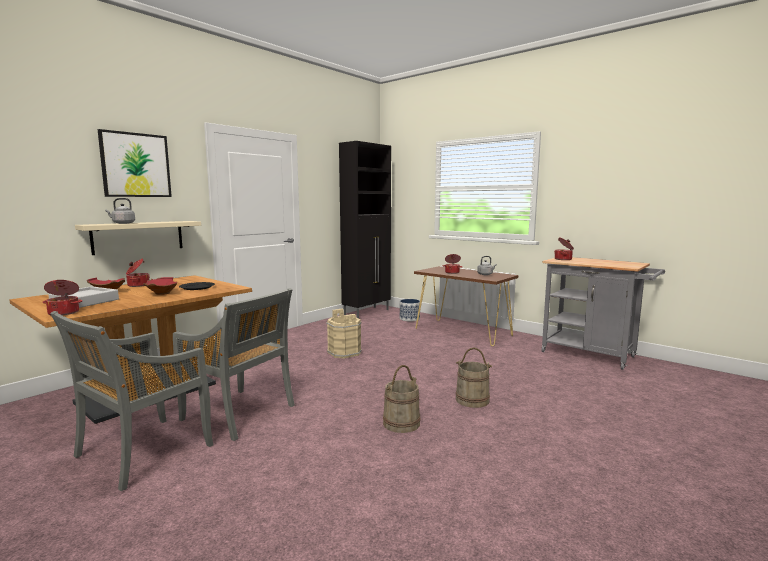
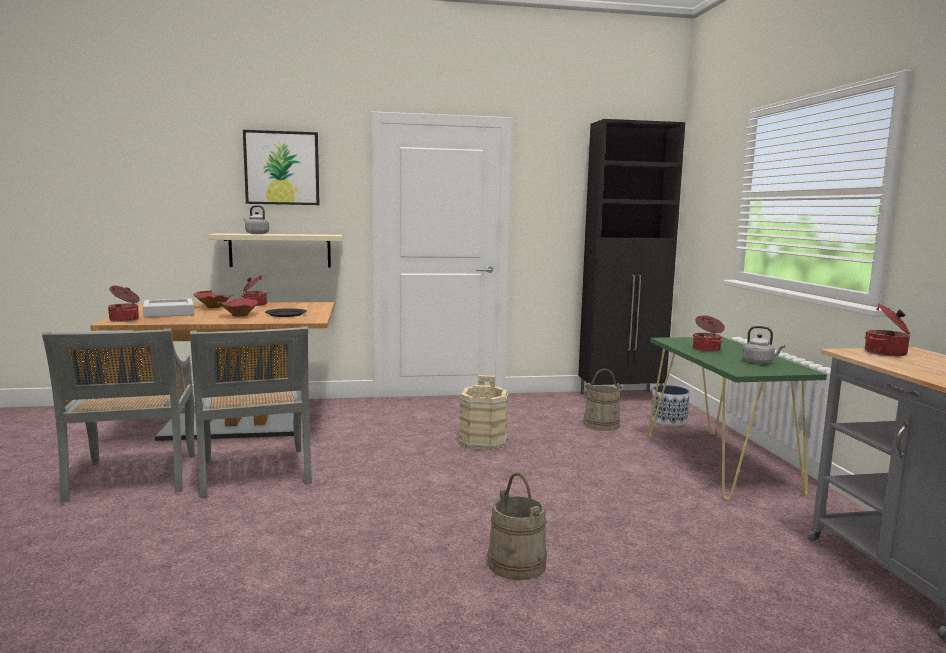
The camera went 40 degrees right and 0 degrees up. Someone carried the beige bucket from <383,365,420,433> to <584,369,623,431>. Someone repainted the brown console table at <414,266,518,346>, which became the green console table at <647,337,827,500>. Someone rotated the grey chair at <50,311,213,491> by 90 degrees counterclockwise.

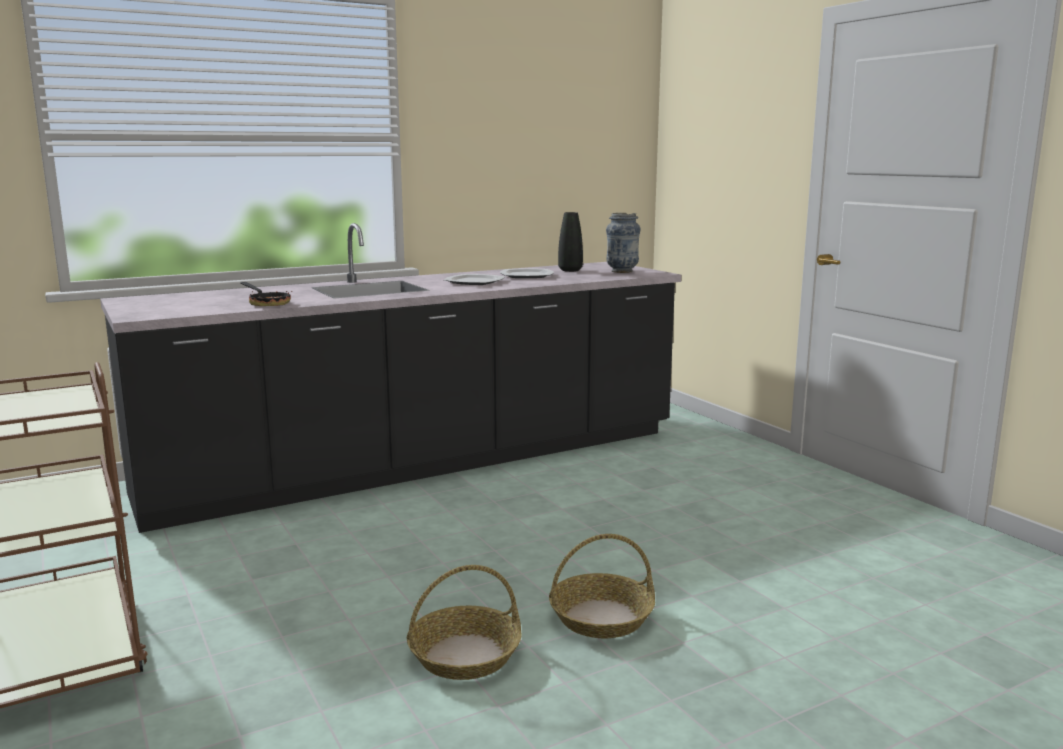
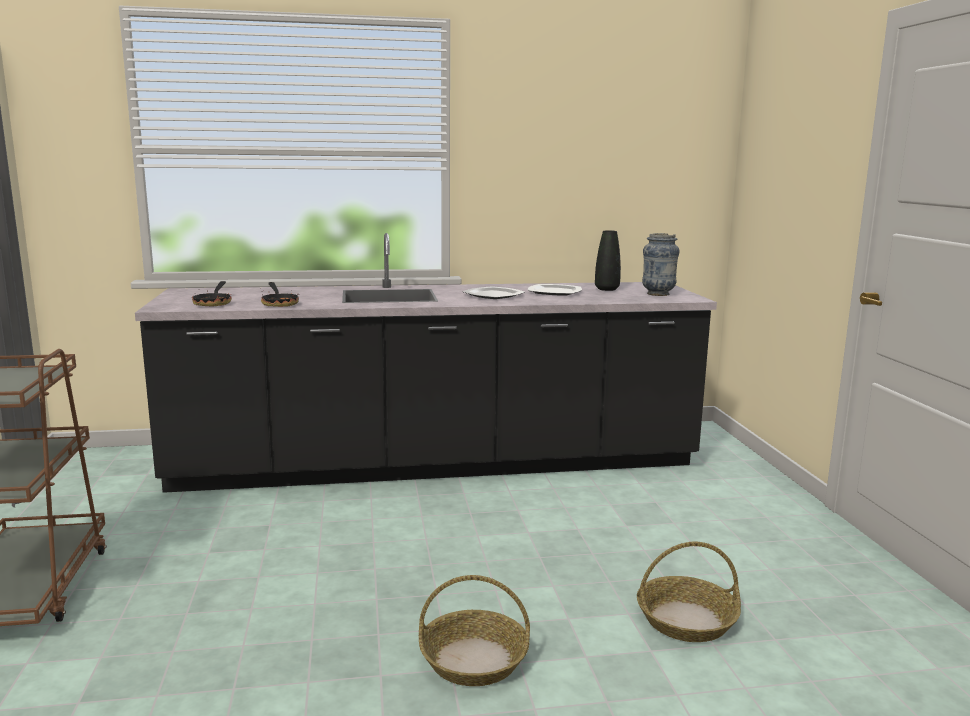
The camera went 20 degrees right and 0 degrees up. Someone put down the frying pan at <192,281,232,306>. Someone carried the basket from <407,565,522,680> to <637,542,741,642>.

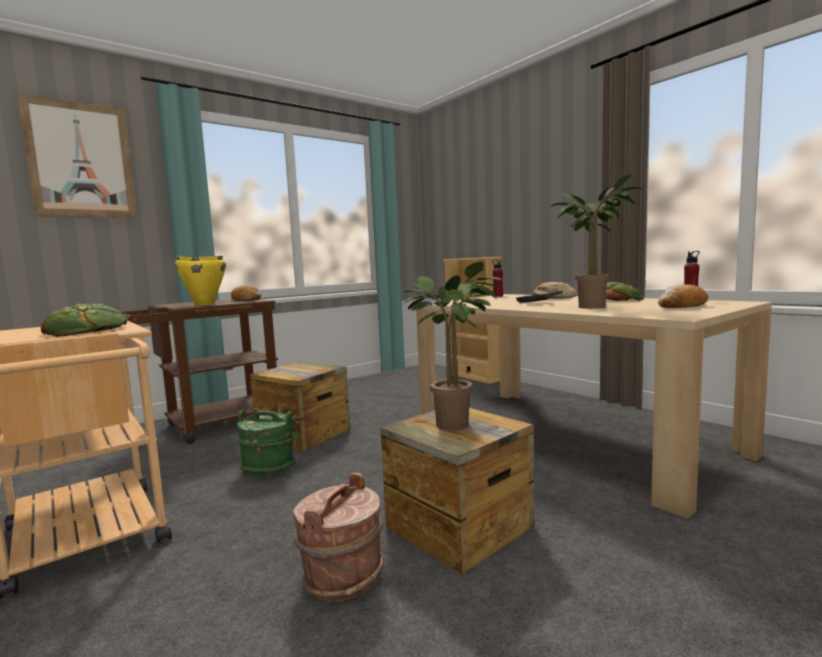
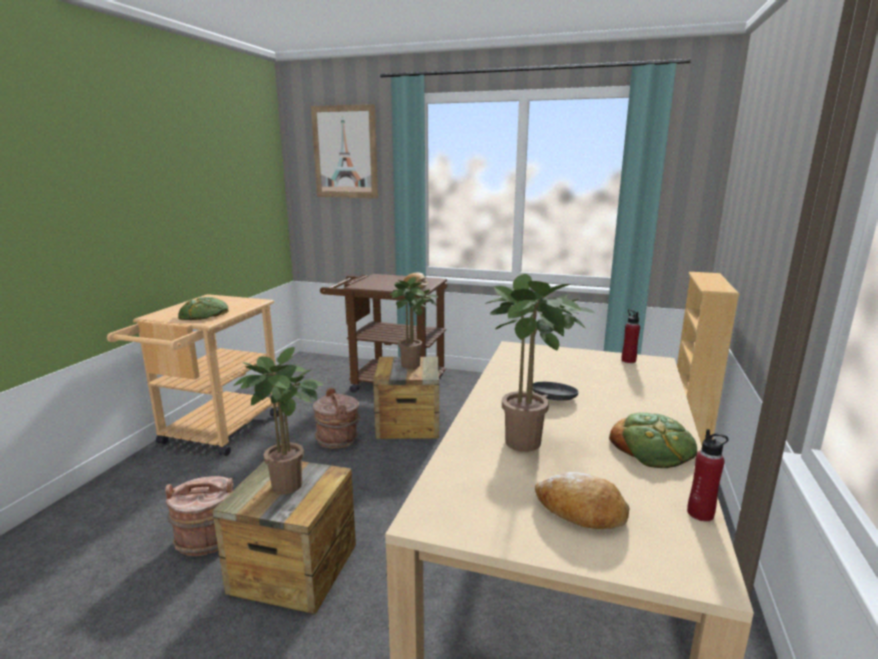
The camera went 55 degrees right and 10 degrees up. Someone took away the yellow cooking pot at <175,256,226,305>. Someone took away the bread at <533,282,577,298>. Someone put down the potted plant at <391,277,438,369>. Someone repainted the green bucket at <237,410,297,477>, which became the brown bucket at <313,388,360,449>.

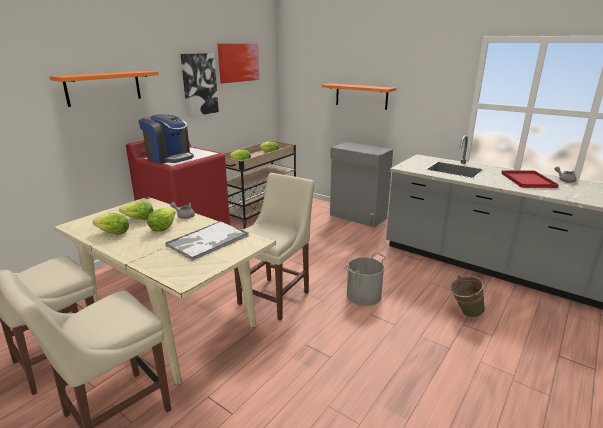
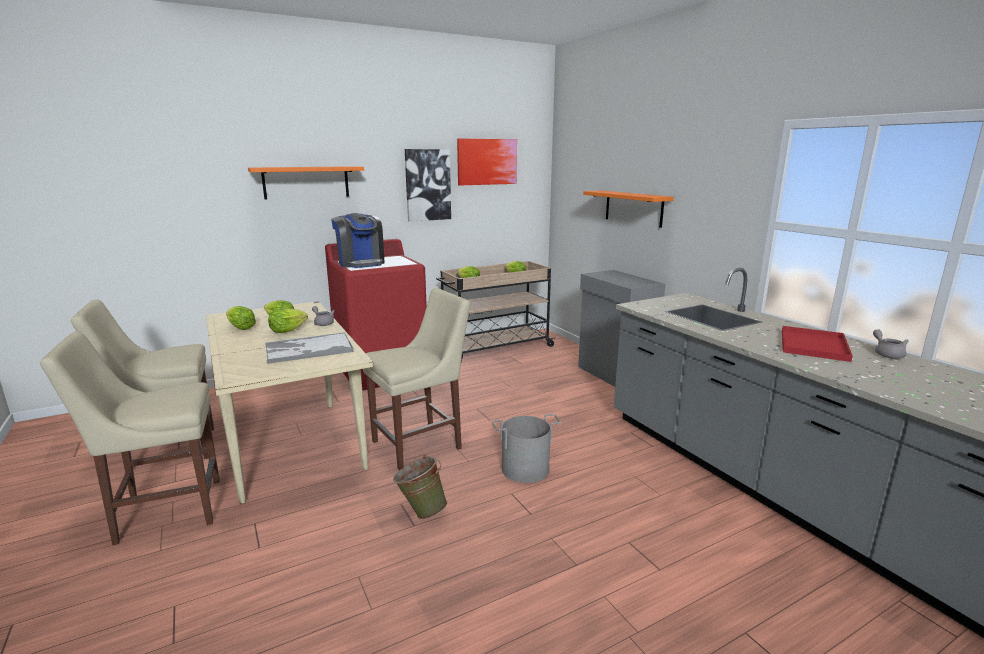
The camera went 25 degrees right and 5 degrees down. Someone carried the green bucket from <450,276,487,317> to <393,454,447,519>.

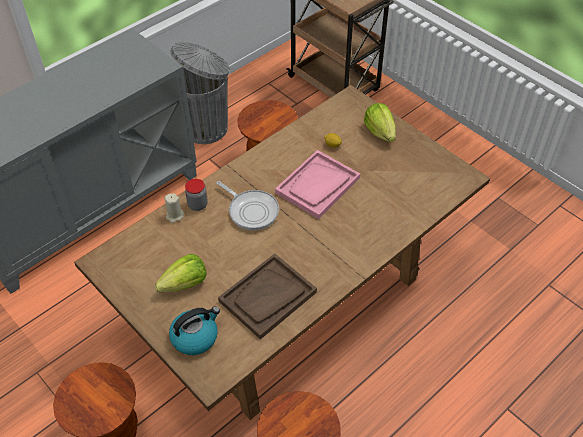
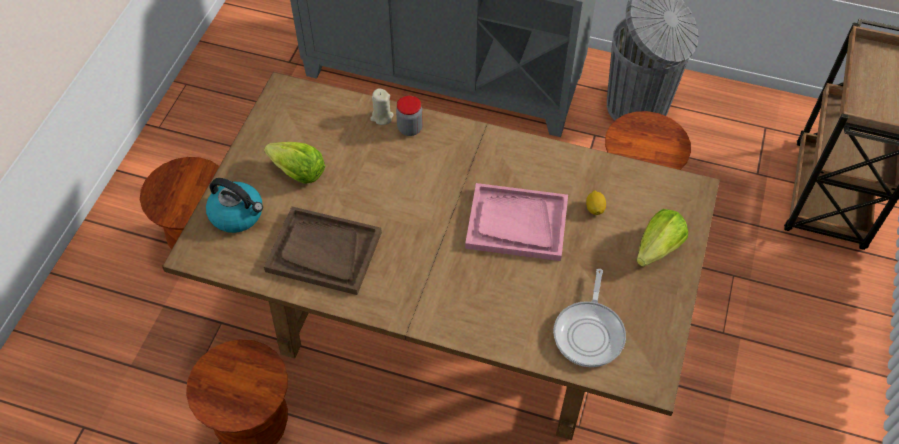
The camera went 60 degrees right and 5 degrees up. Someone carried the frying pan from <216,181,279,231> to <553,269,626,367>.

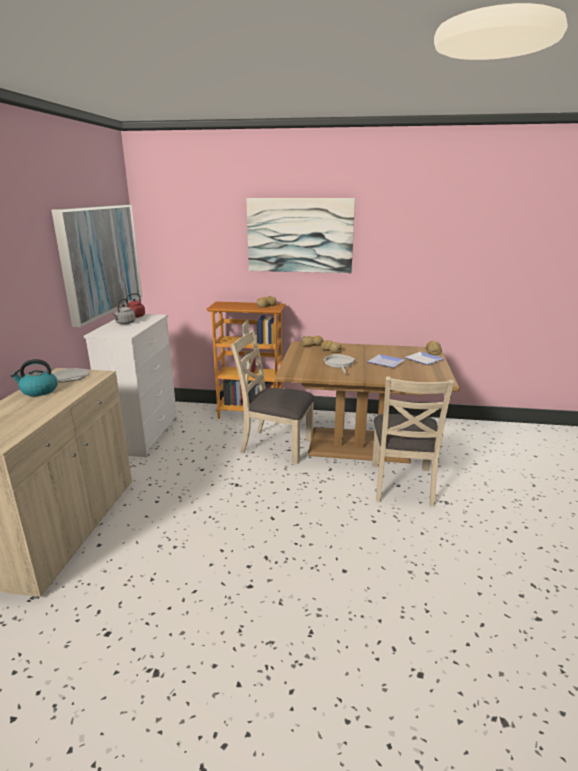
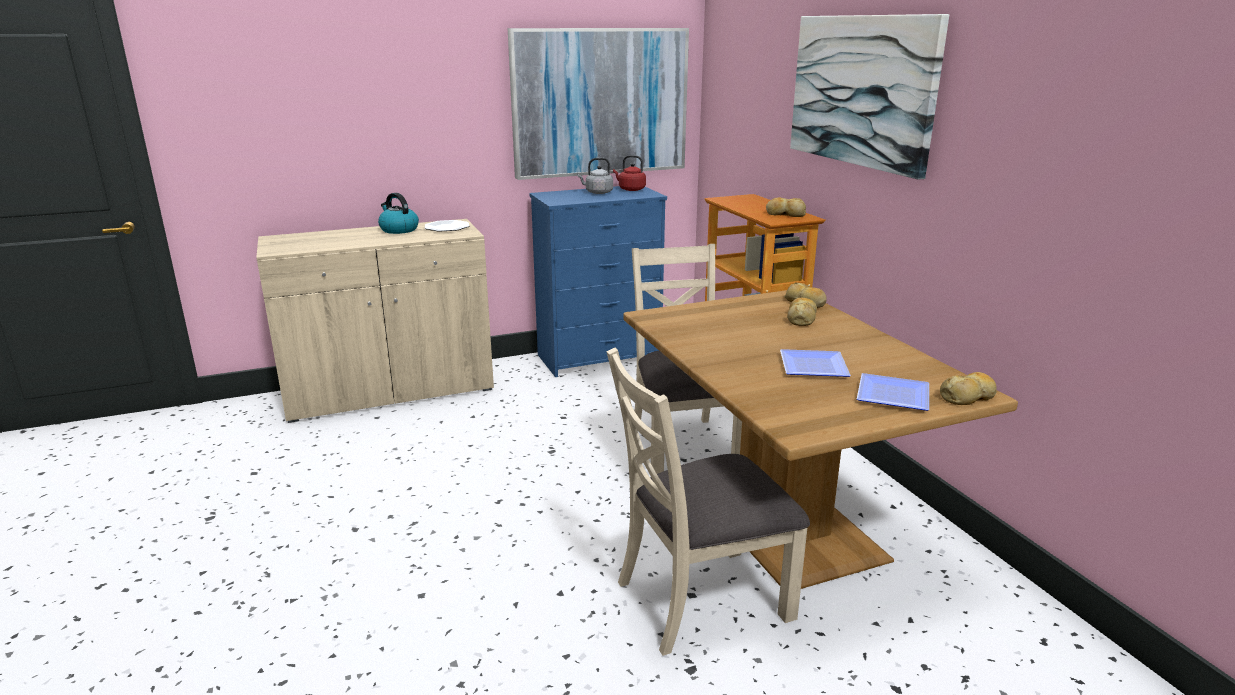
The camera went 60 degrees right and 0 degrees up. Someone took away the frying pan at <324,354,355,373>. Someone repainted the white dresser at <84,314,177,457>, which became the blue dresser at <529,186,667,377>.

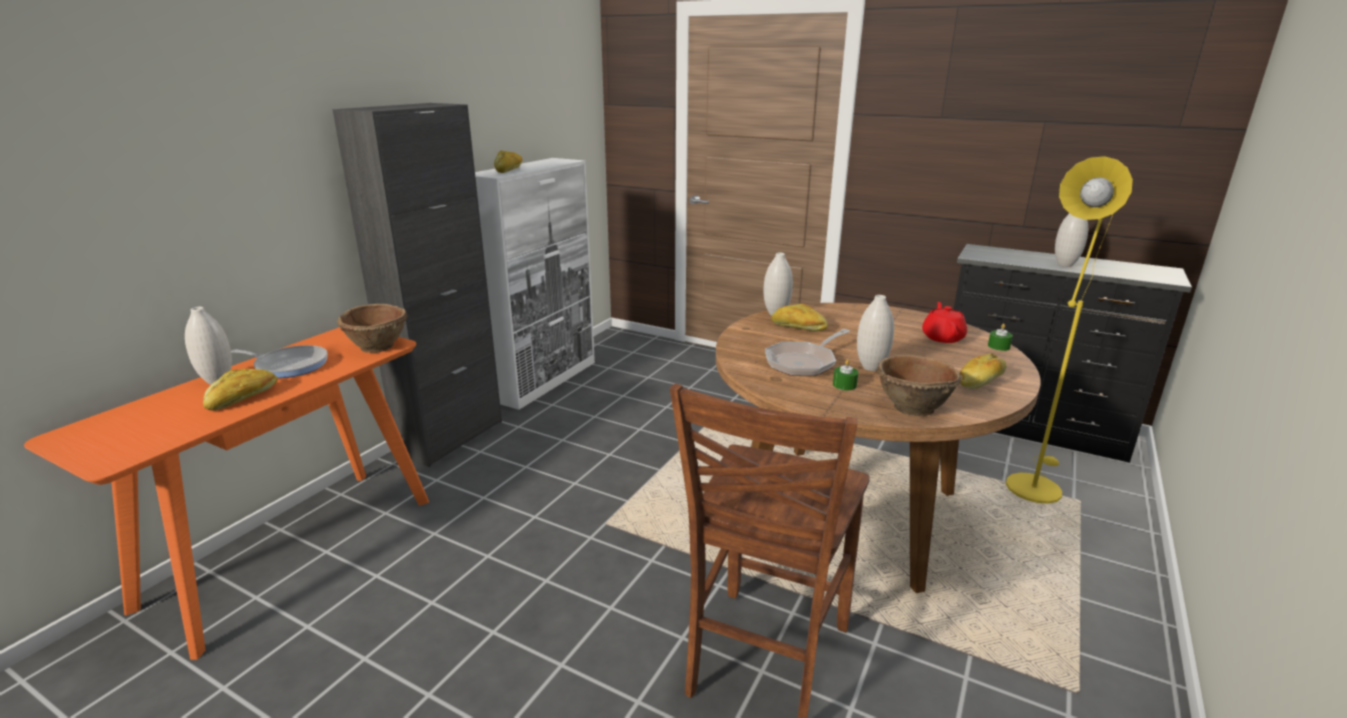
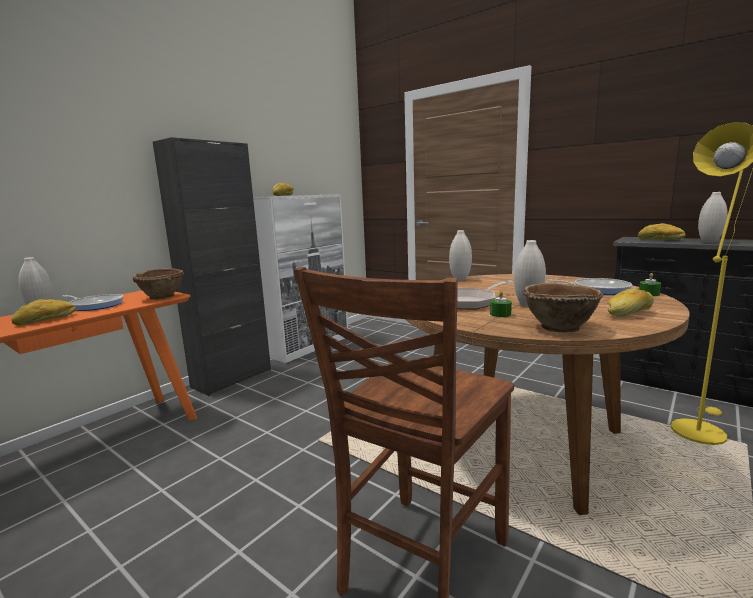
The camera went 10 degrees right and 10 degrees down. Someone carried the bread from <771,304,828,332> to <638,223,686,240>. Someone swapped the red teapot at <922,302,967,343> for the frying pan at <547,278,632,295>.

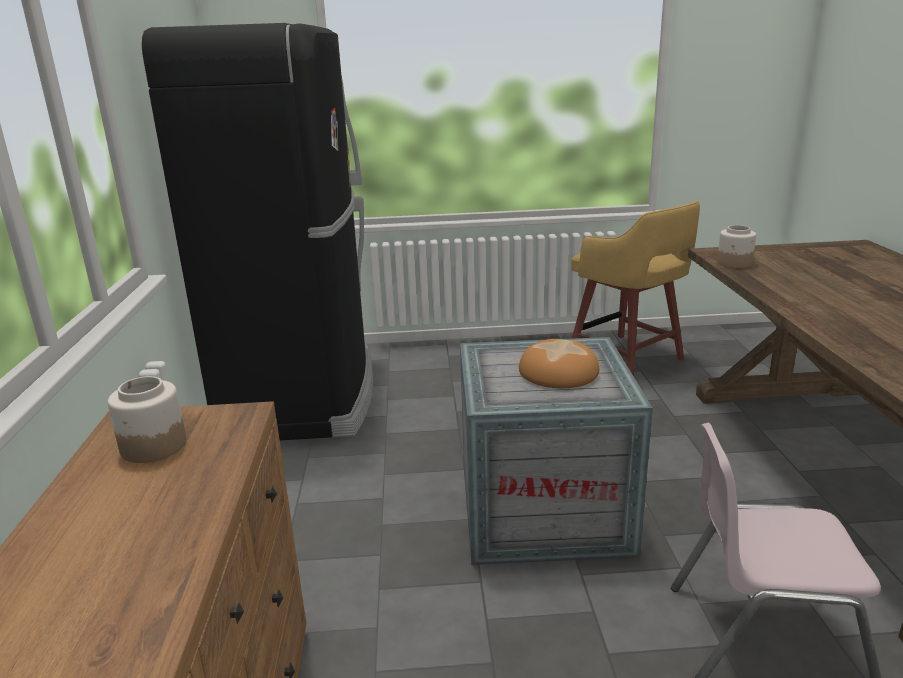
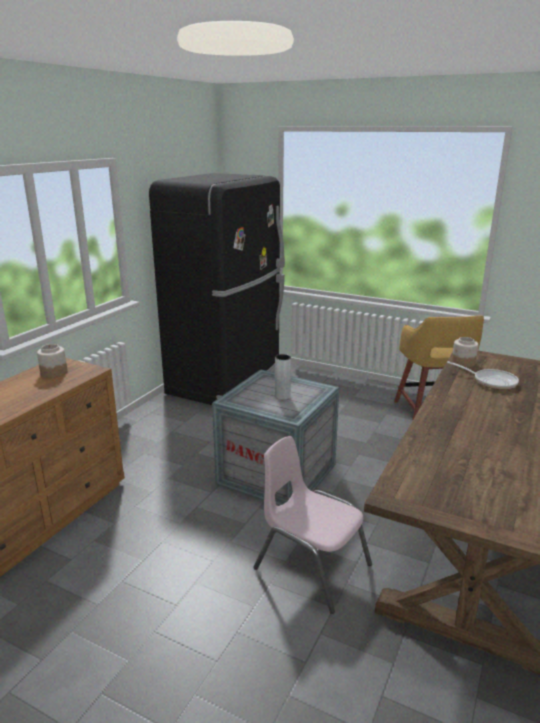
The camera went 30 degrees right and 0 degrees up. Someone put down the frying pan at <447,361,519,390>. Someone swapped the bread at <519,339,599,388> for the grey vase at <275,354,291,400>.

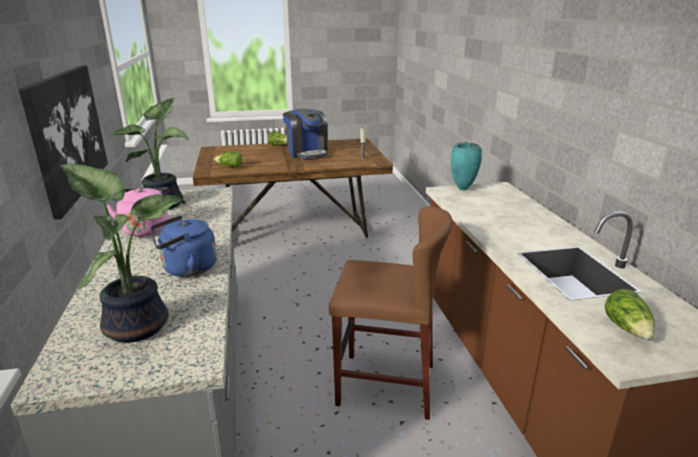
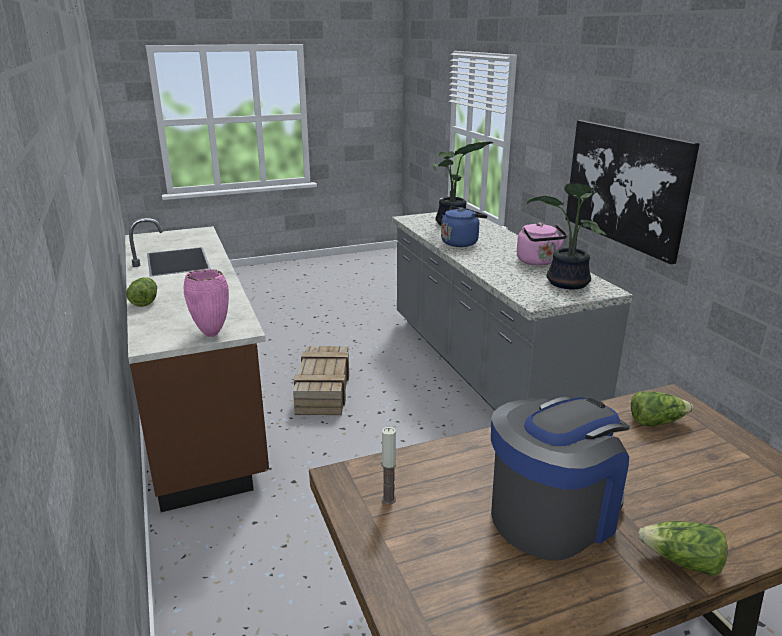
The camera went 170 degrees right and 0 degrees up. Someone carried the lettuce from <605,289,655,339> to <126,277,157,307>. Someone swapped the brown stool at <329,206,452,420> for the crate at <293,346,349,415>. Someone repainted the turquoise vase at <451,143,482,190>, which became the pink vase at <184,269,229,337>. Someone rotated the coffee machine at <283,109,328,159> by 90 degrees clockwise.

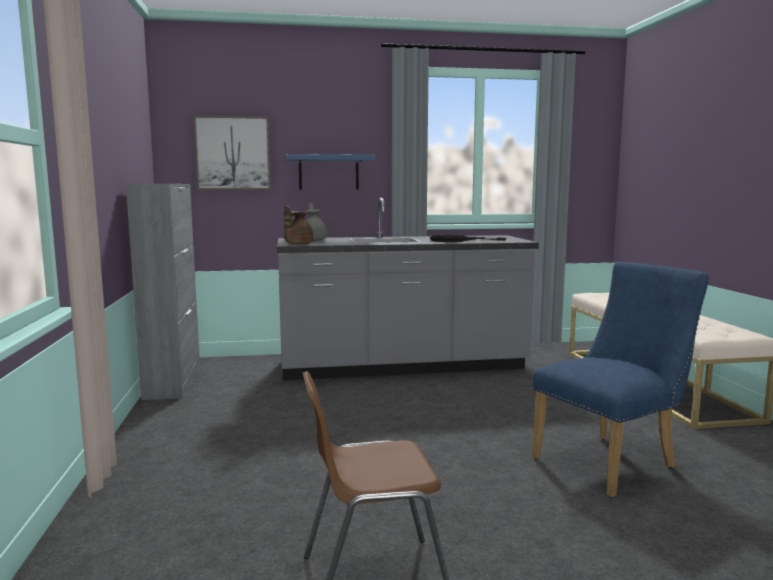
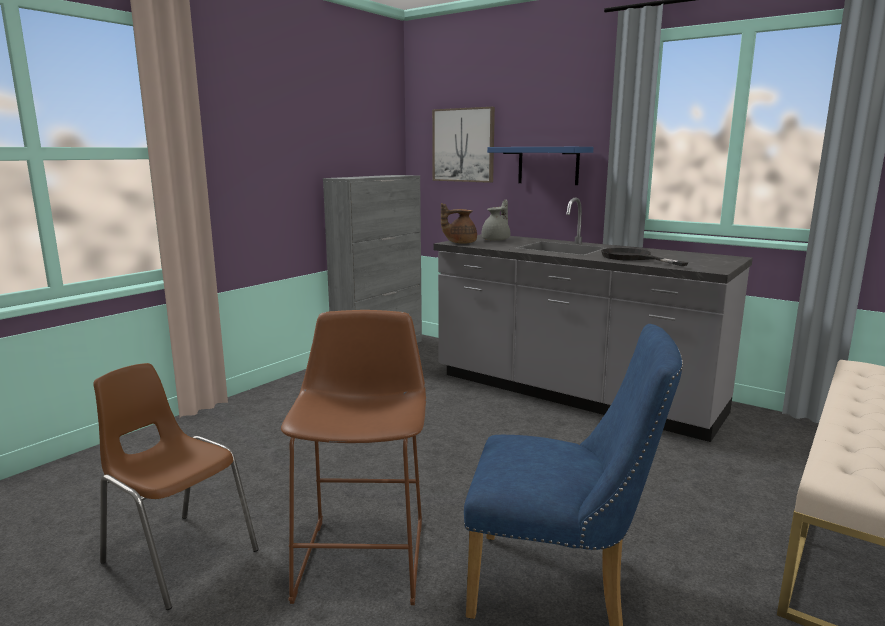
The camera went 45 degrees right and 5 degrees up. Someone put down the brown stool at <281,310,426,605>.

